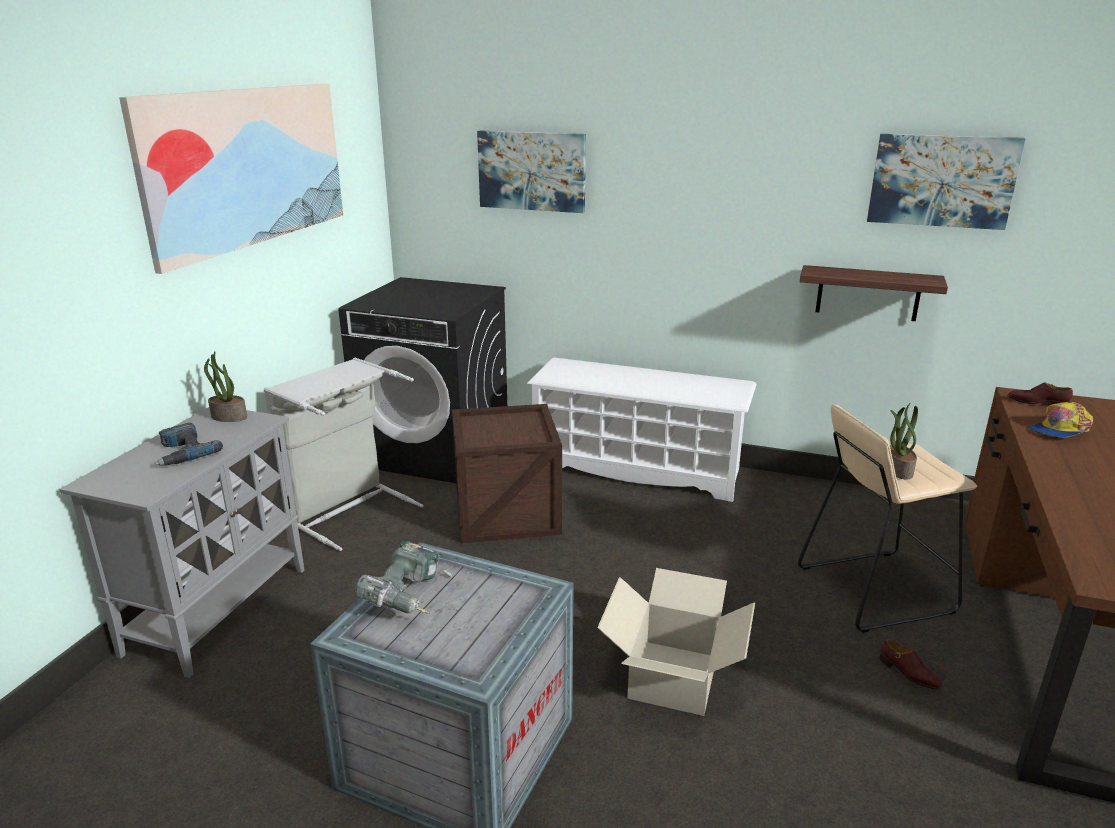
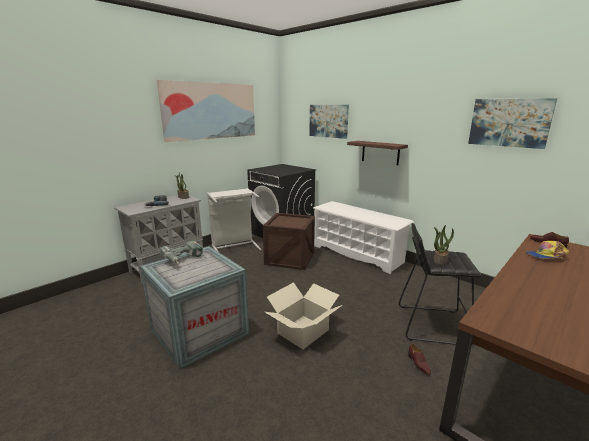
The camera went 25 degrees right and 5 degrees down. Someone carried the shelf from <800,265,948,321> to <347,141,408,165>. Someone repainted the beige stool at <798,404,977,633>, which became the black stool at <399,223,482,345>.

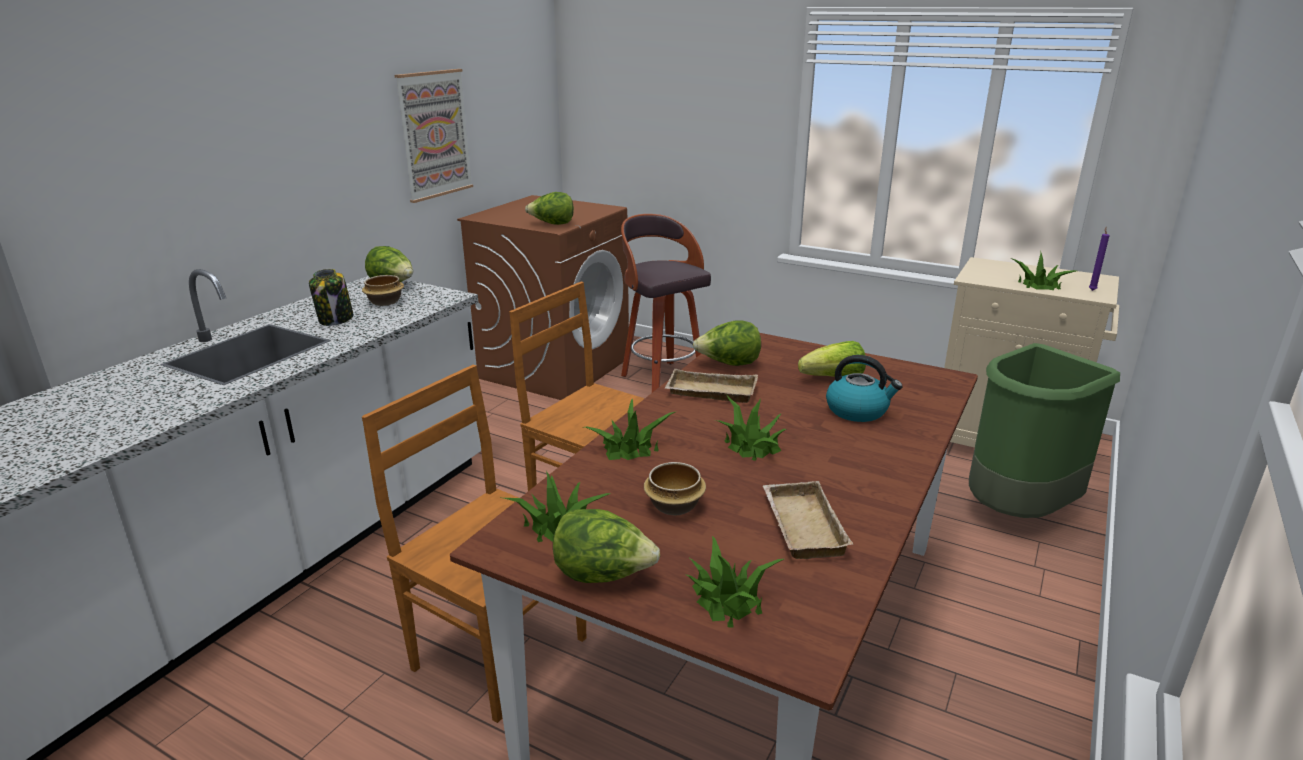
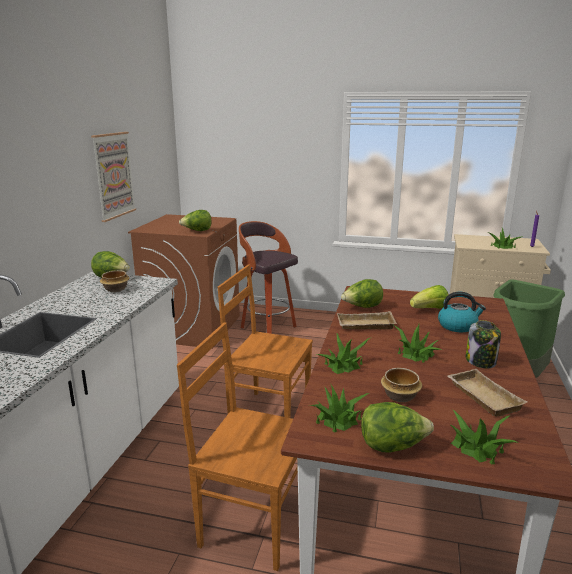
The camera went 15 degrees left and 5 degrees down. Someone carried the jar from <309,269,353,326> to <466,320,501,368>.

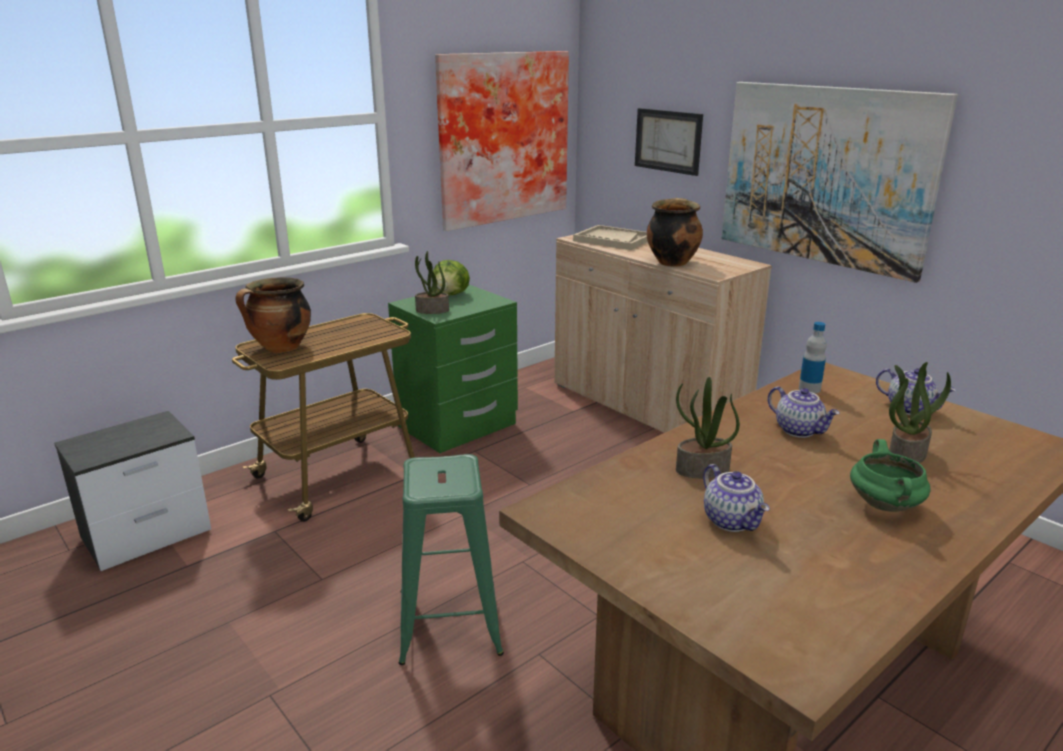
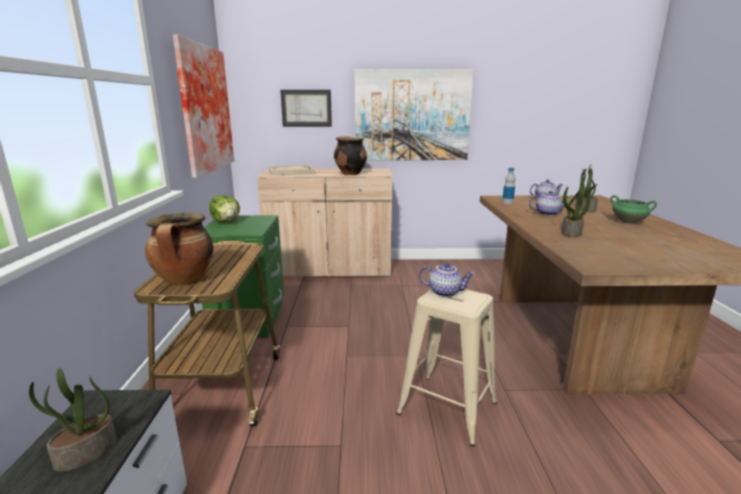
The camera went 50 degrees left and 5 degrees down. Someone carried the potted plant from <415,251,449,314> to <29,368,117,472>. Someone carried the teapot from <703,464,770,532> to <419,262,475,297>. Someone repainted the green stool at <399,454,504,665>, which became the beige stool at <397,289,497,446>.

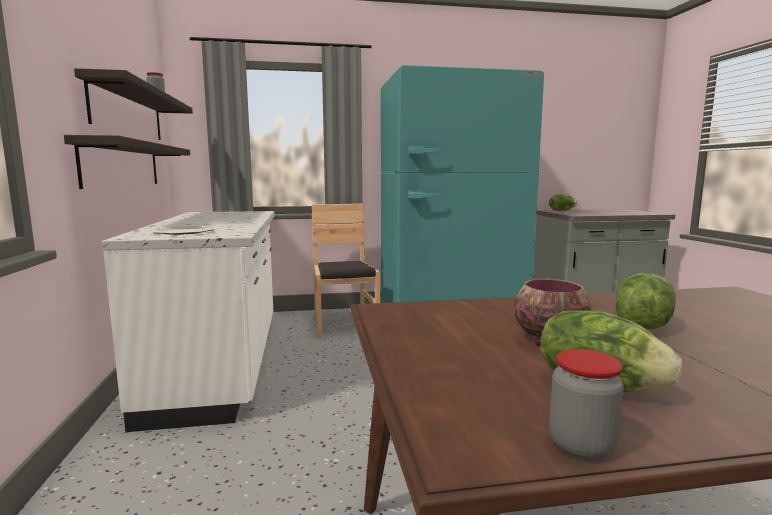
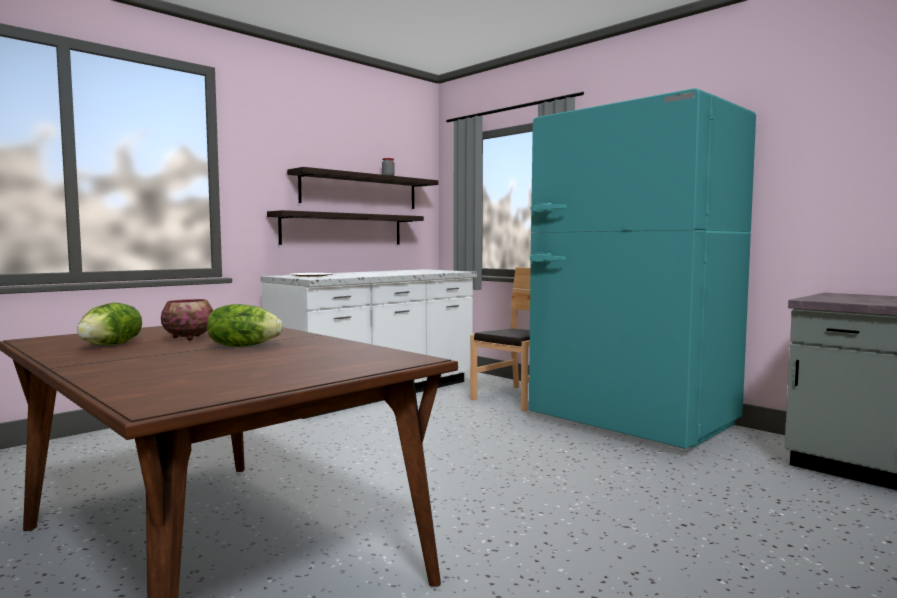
The camera went 55 degrees right and 5 degrees down. Someone took away the lettuce at <549,194,577,211>. Someone took away the jar at <549,349,624,460>.

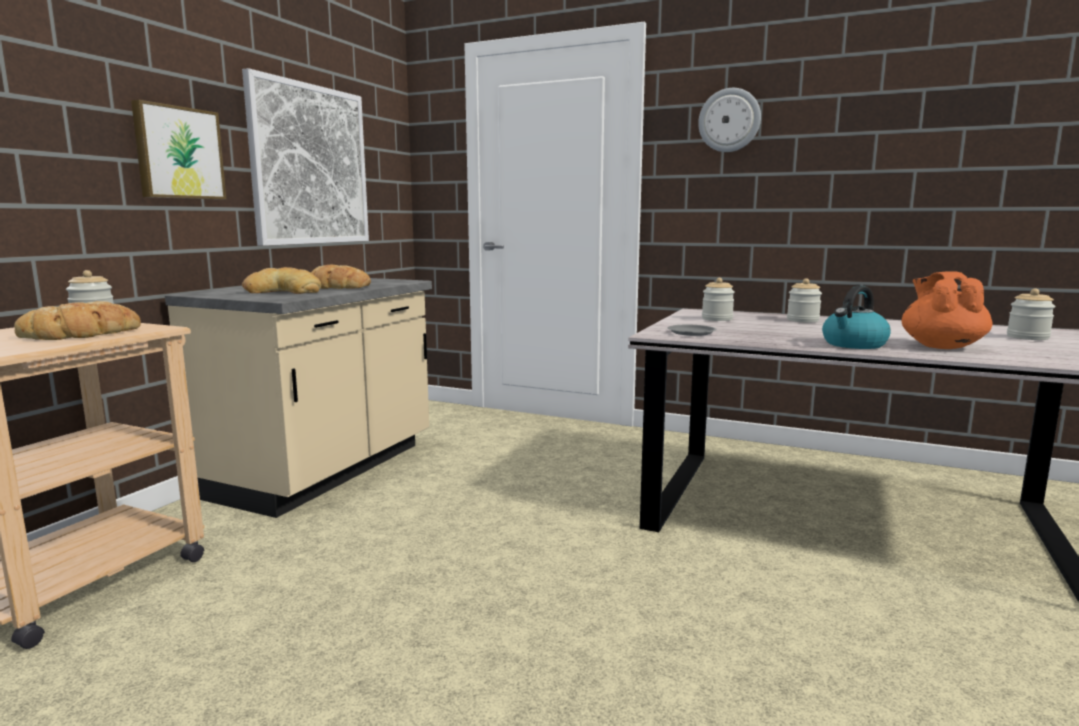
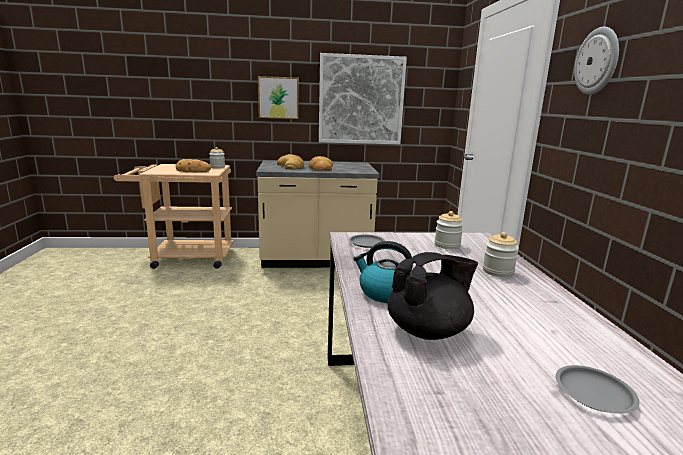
The camera went 60 degrees right and 5 degrees up. Someone swapped the jar at <1007,288,1056,340> for the grey plate at <555,365,640,414>. Someone repainted the orange teapot at <902,271,993,349>, which became the black teapot at <388,252,478,340>.

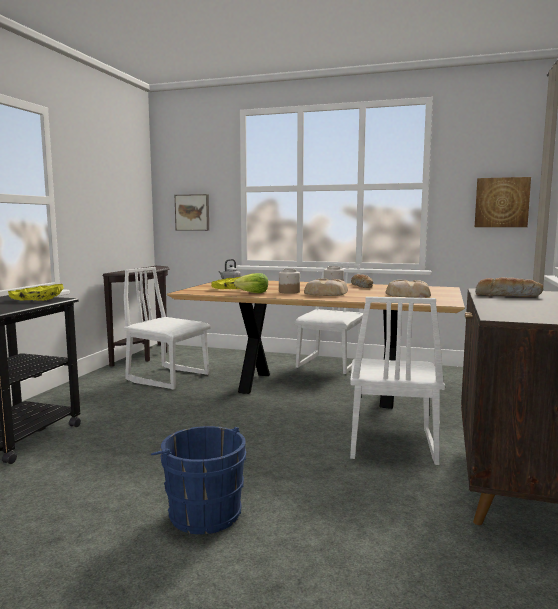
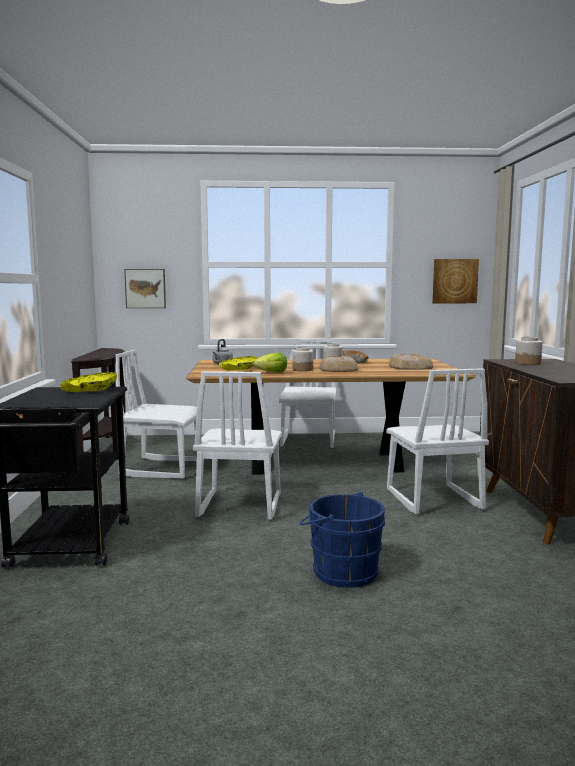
The camera went 20 degrees left and 0 degrees up. Someone put down the white chair at <193,371,282,520>. Someone swapped the bread at <475,277,543,297> for the jar at <515,337,543,365>.

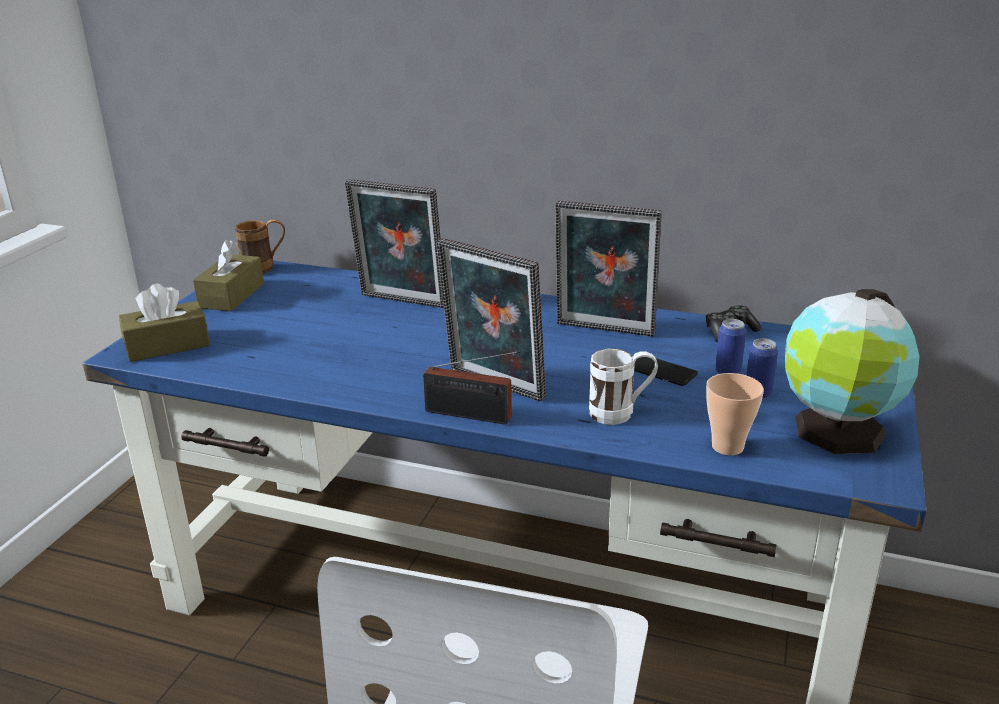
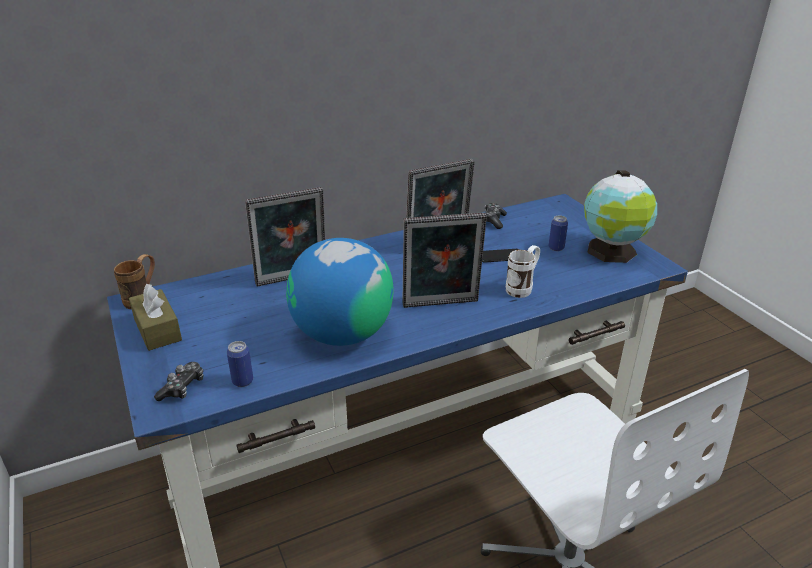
The camera went 45 degrees left and 5 degrees up. Someone took away the radio at <423,351,520,425>. Someone took away the cup at <706,373,764,455>. Someone put down the globe at <286,238,393,346>. Someone carried the can from <715,319,746,374> to <227,341,253,387>. Someone swapped the brown tissue box at <119,283,210,362> for the game controller at <154,362,204,401>.

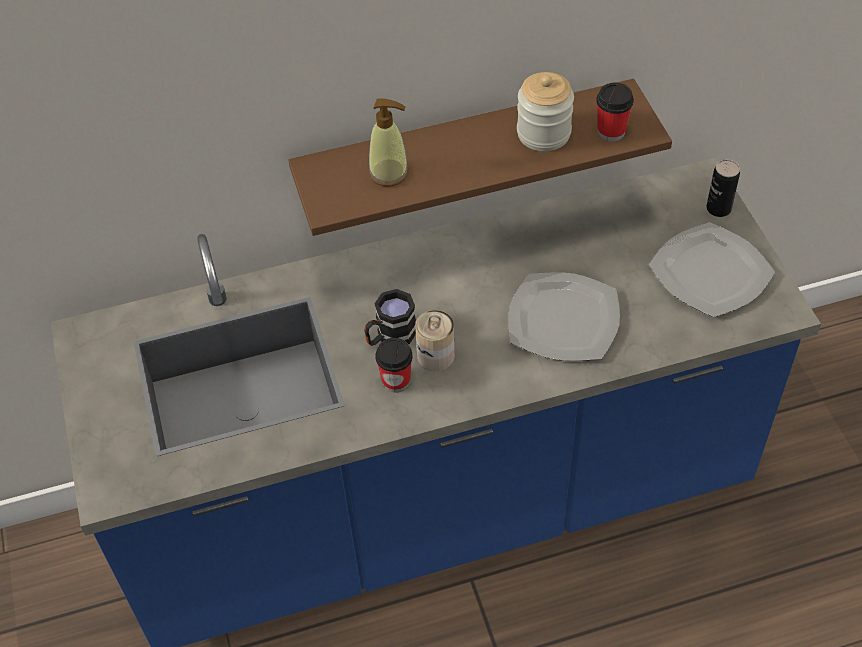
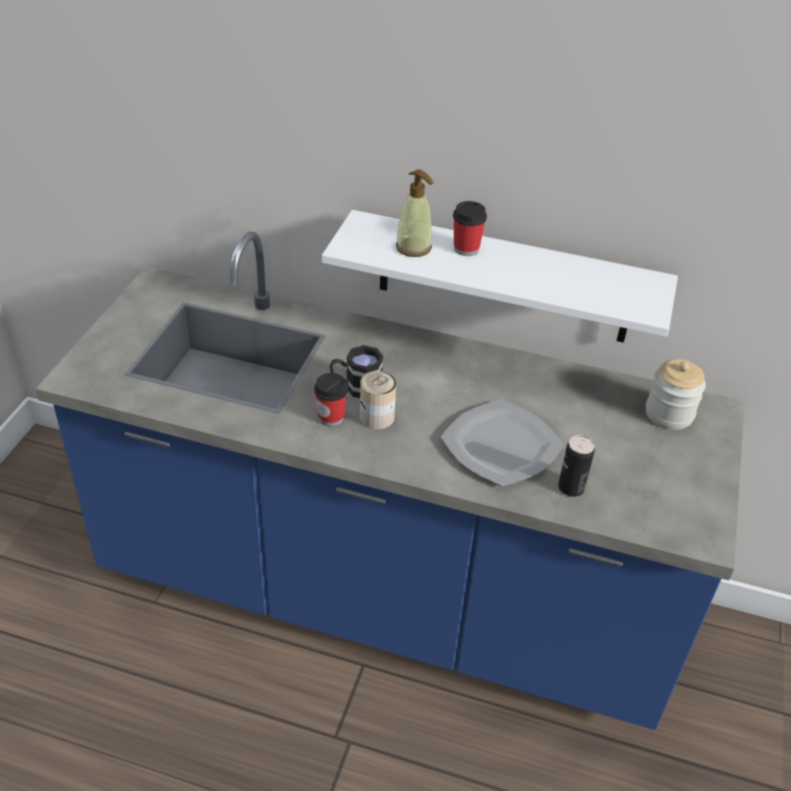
The camera went 30 degrees right and 10 degrees down. Someone took away the plate at <649,222,775,317>. Someone carried the jar from <517,72,574,151> to <646,359,706,430>. Someone carried the cup from <596,83,634,141> to <453,201,487,256>. Someone carried the can from <706,160,740,217> to <558,435,595,497>. Someone repainted the brown shelf at <288,79,672,236>, which became the white shelf at <322,210,678,343>.

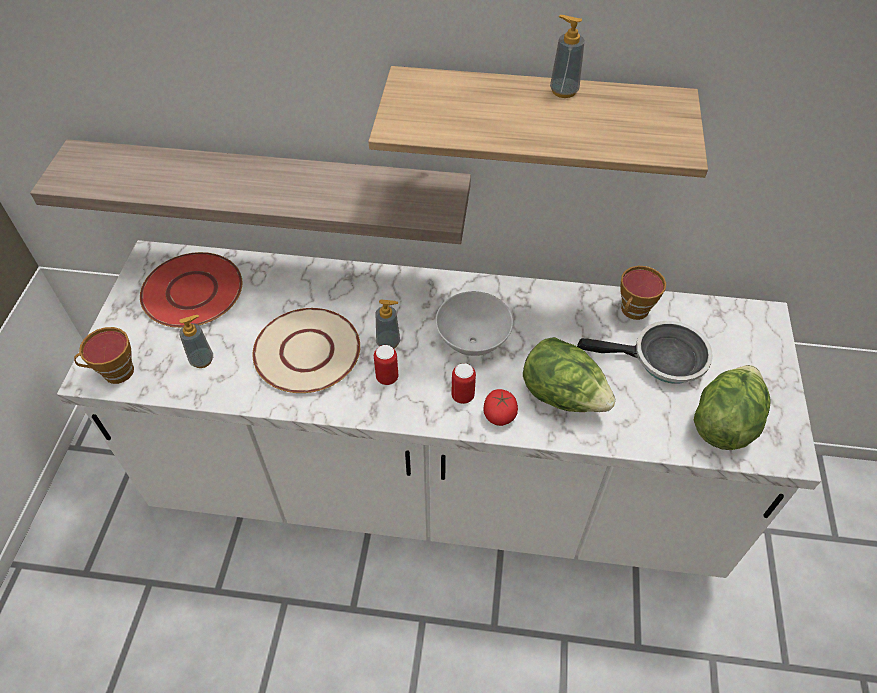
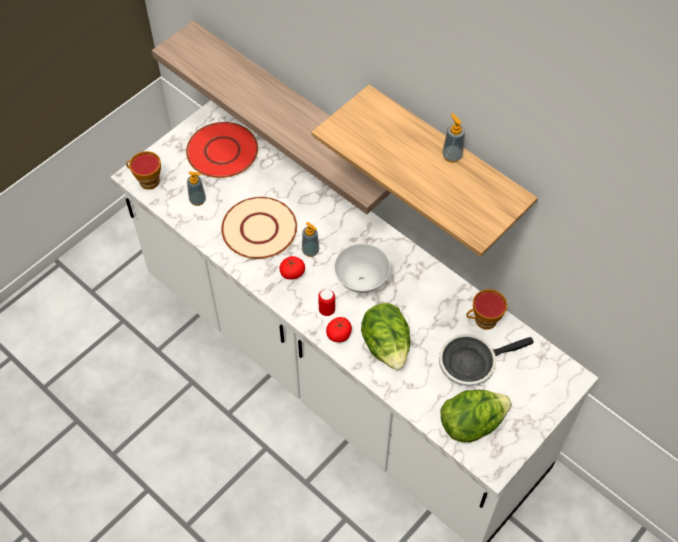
The camera went 35 degrees right and 5 degrees up. Someone swapped the can at <374,345,398,385> for the tomato at <279,256,305,280>. Someone rotated the frying pan at <577,321,713,384> by 120 degrees clockwise.

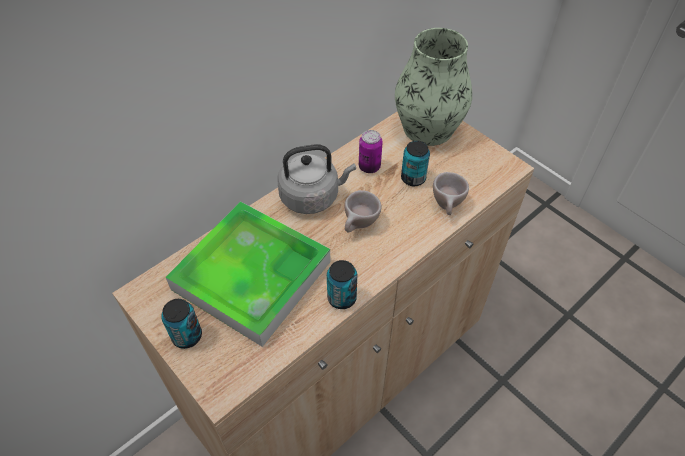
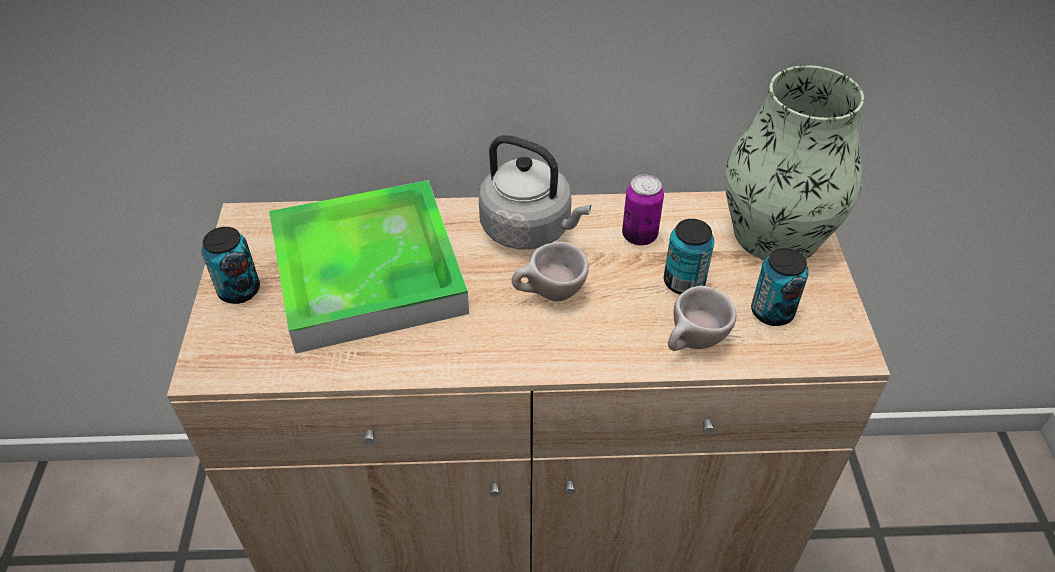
The camera went 40 degrees right and 5 degrees down. Someone carried the can from <327,260,357,309> to <751,248,809,326>.

